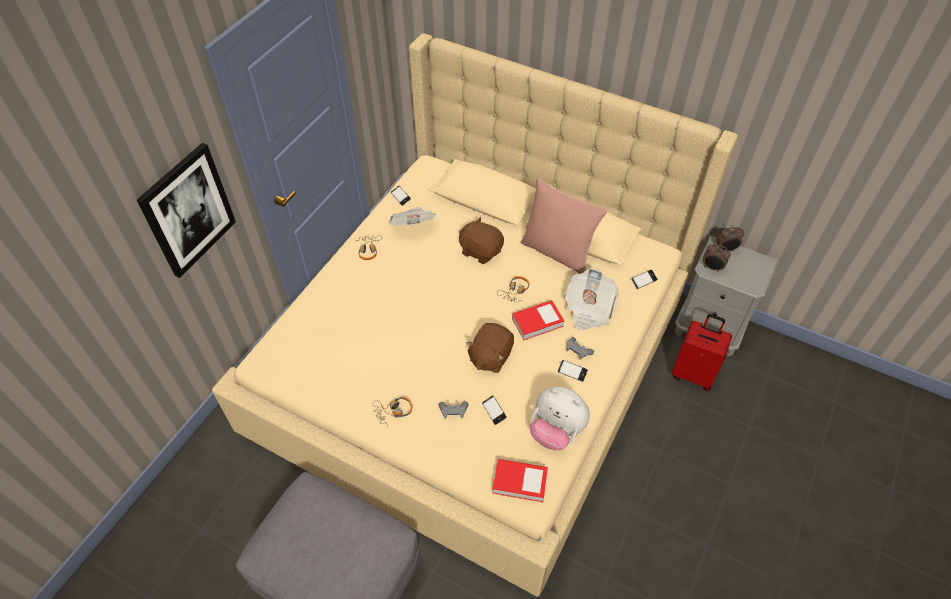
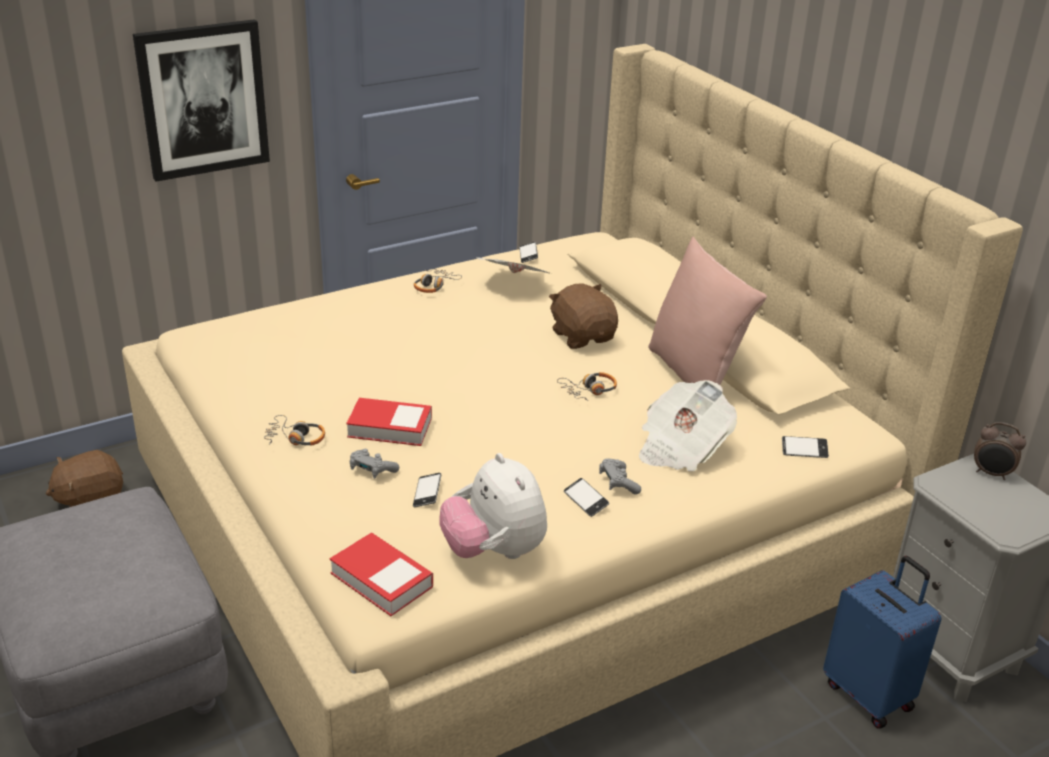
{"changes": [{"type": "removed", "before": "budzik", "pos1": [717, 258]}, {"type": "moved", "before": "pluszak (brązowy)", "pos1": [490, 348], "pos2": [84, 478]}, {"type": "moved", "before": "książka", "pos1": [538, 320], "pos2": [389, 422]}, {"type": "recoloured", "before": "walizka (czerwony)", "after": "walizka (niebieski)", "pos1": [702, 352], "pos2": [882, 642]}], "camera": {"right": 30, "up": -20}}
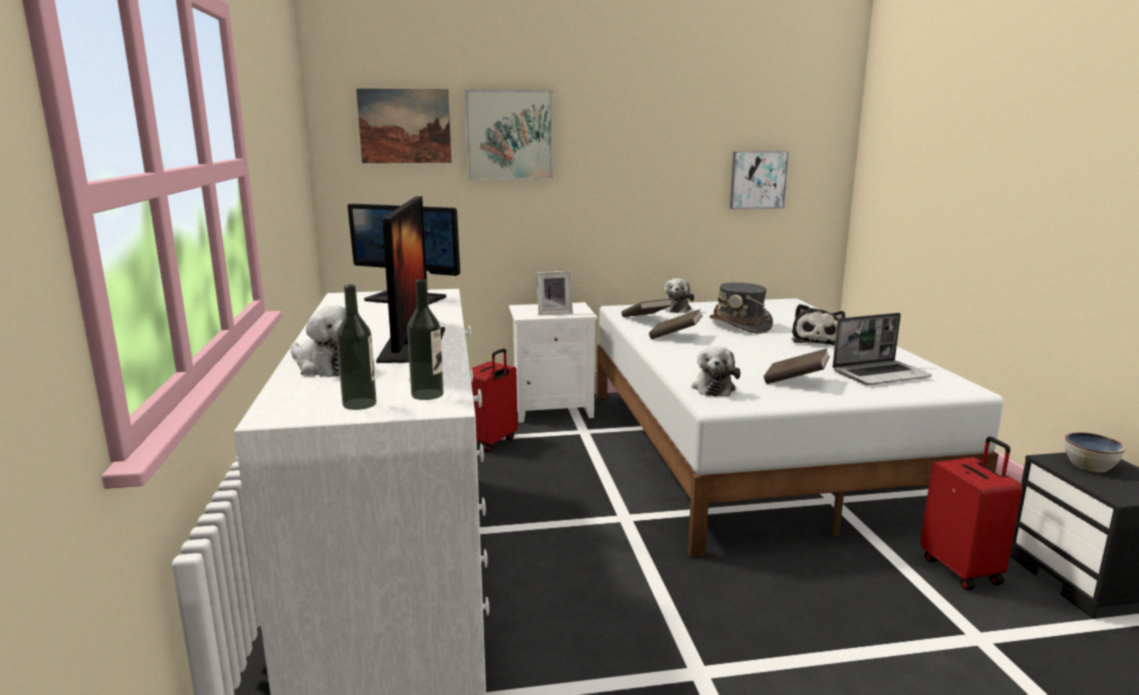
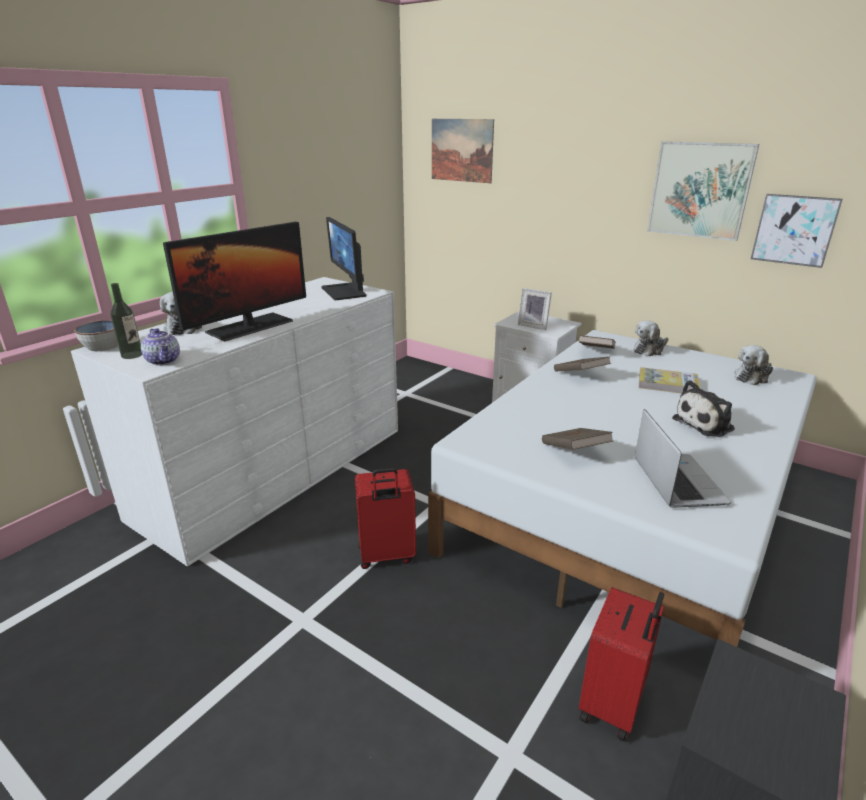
{"changes": [{"type": "moved", "before": "obraz", "pos1": [508, 134], "pos2": [703, 191]}, {"type": "moved", "before": "walizka (czerwony)", "pos1": [494, 400], "pos2": [385, 518]}, {"type": "moved", "before": "pluszak", "pos1": [715, 371], "pos2": [753, 365]}, {"type": "moved", "before": "miska", "pos1": [1095, 452], "pos2": [96, 335]}, {"type": "replaced", "before": "butelka", "after": "imbryk", "pos1": [425, 339], "pos2": [160, 347]}, {"type": "replaced", "before": "kapelusz (szary)", "after": "książka", "pos1": [741, 308], "pos2": [669, 380]}, {"type": "turned", "before": "laptop", "pos1": [882, 349], "pos2": [683, 458], "turn": -120}], "camera": {"right": 45, "up": 10}}
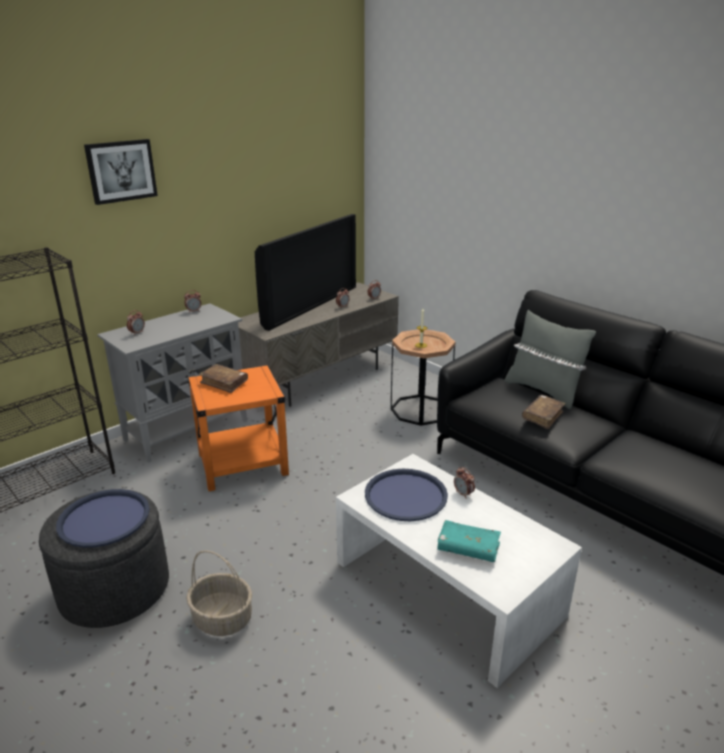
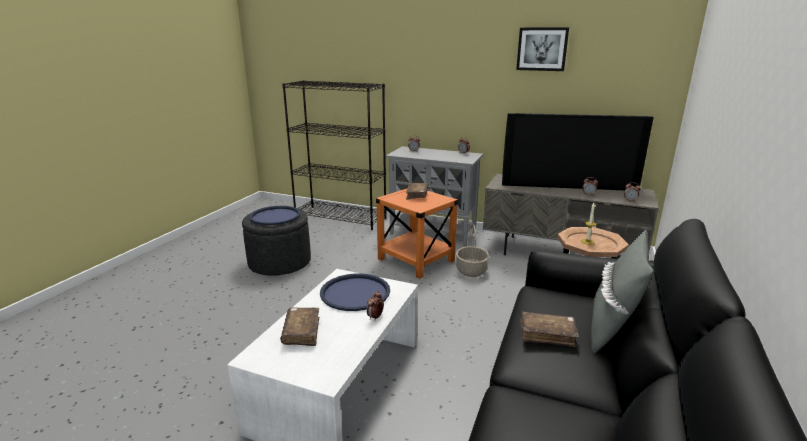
{"changes": [{"type": "moved", "before": "obraz", "pos1": [121, 172], "pos2": [542, 49]}, {"type": "moved", "before": "koszyk", "pos1": [219, 593], "pos2": [472, 251]}, {"type": "recoloured", "before": "książka (turkusowy)", "after": "książka (brązowy)", "pos1": [469, 541], "pos2": [299, 326]}], "camera": {"right": 65, "up": -5}}
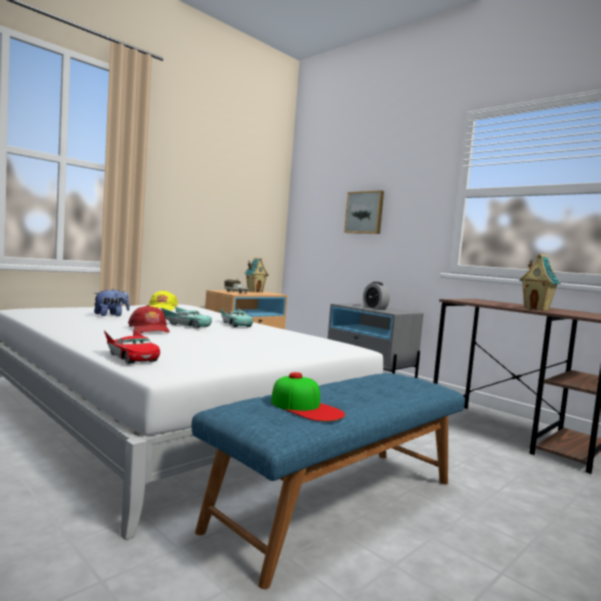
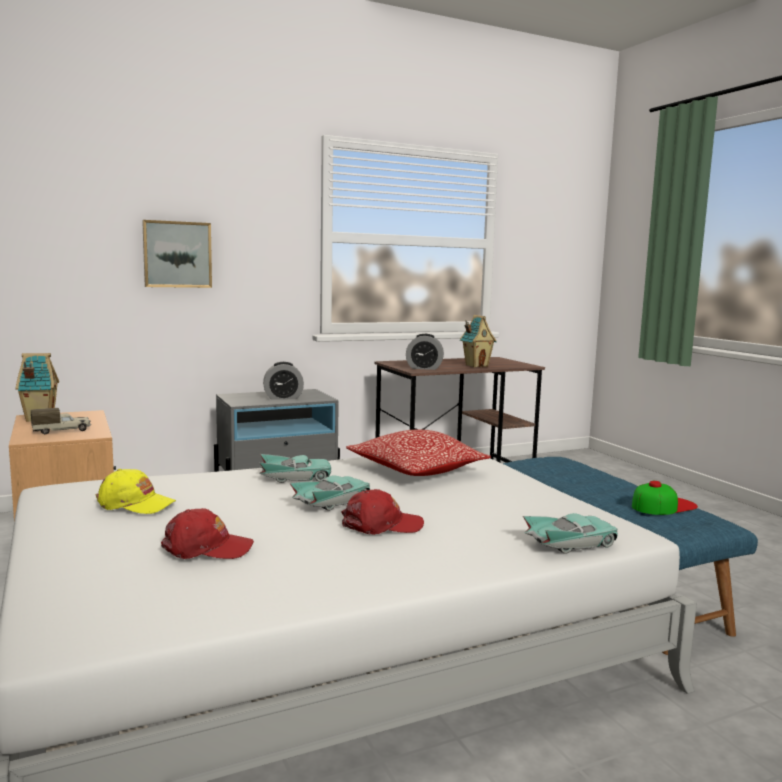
{"changes": [{"type": "added", "after": "poduszka", "pos2": [418, 452]}, {"type": "added", "after": "budzik", "pos2": [425, 352]}, {"type": "replaced", "before": "pluszak", "after": "czapka z daszkiem (czerwony)", "pos1": [112, 302], "pos2": [207, 533]}, {"type": "recoloured", "before": "samochodzik (czerwony)", "after": "samochodzik (turkusowy)", "pos1": [132, 346], "pos2": [570, 533]}], "camera": {"right": -70, "up": 5}}
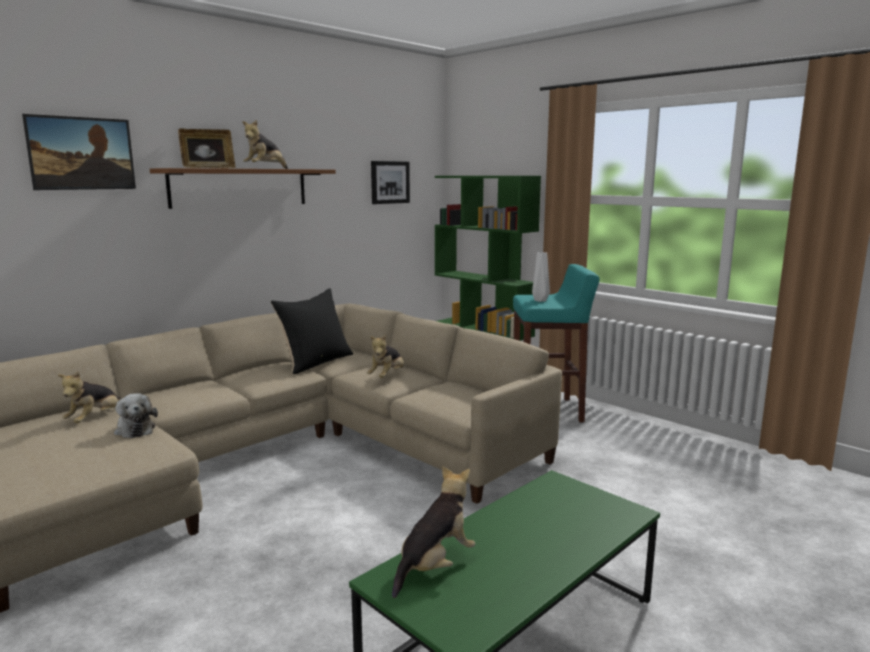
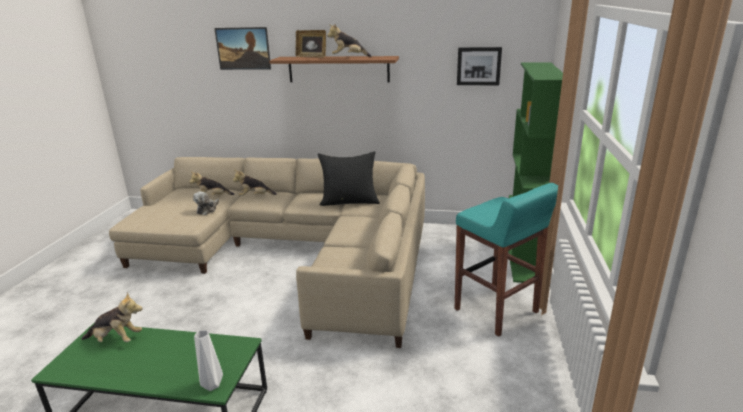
{"changes": [{"type": "moved", "before": "pluszak", "pos1": [385, 356], "pos2": [255, 183]}, {"type": "moved", "before": "wazon (biały)", "pos1": [541, 277], "pos2": [208, 360]}], "camera": {"right": 55, "up": 10}}
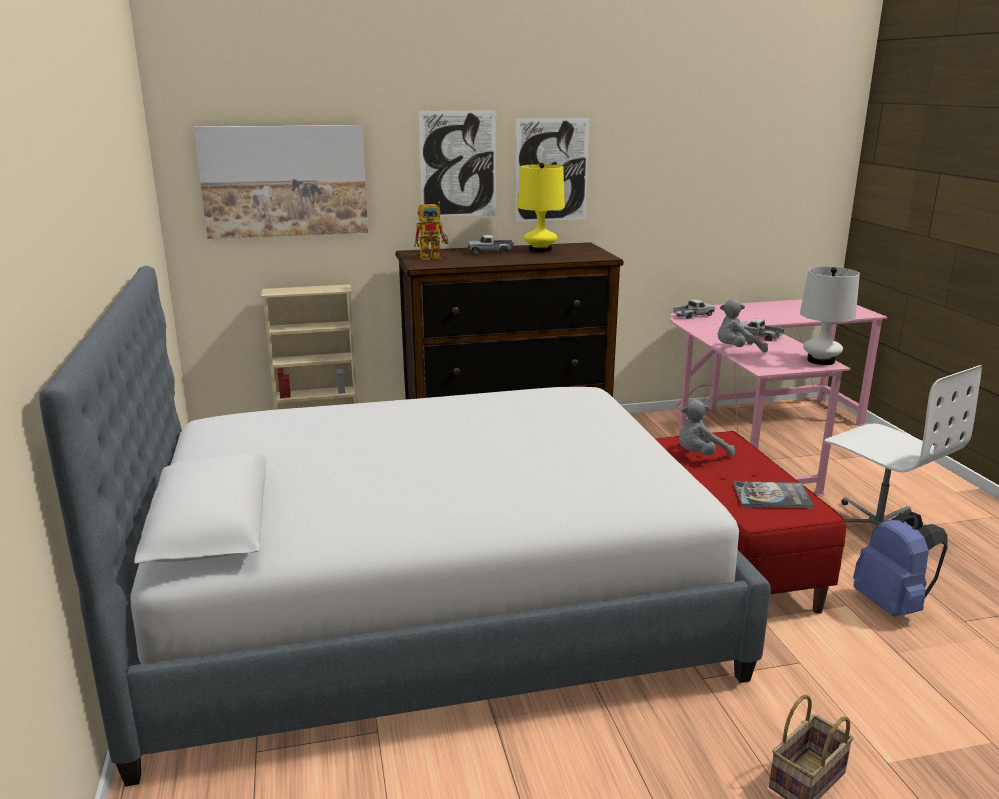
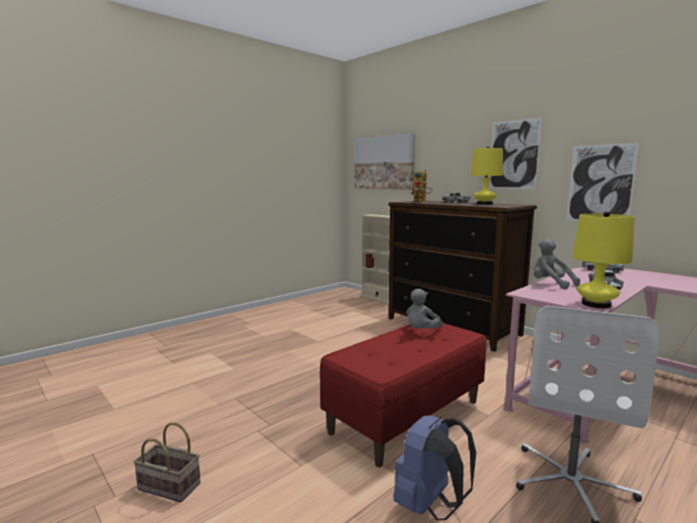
{"changes": [{"type": "removed", "before": "łóżko", "pos1": [405, 526]}, {"type": "removed", "before": "książka", "pos1": [774, 495]}, {"type": "moved", "before": "obraz", "pos1": [457, 163], "pos2": [603, 182]}, {"type": "recoloured", "before": "lampa stołowa (biały)", "after": "lampa stołowa (żółty)", "pos1": [830, 316], "pos2": [603, 259]}, {"type": "turned", "before": "pluszak (szary)", "pos1": [707, 427], "pos2": [424, 309], "turn": -90}], "camera": {"right": 60, "up": -10}}
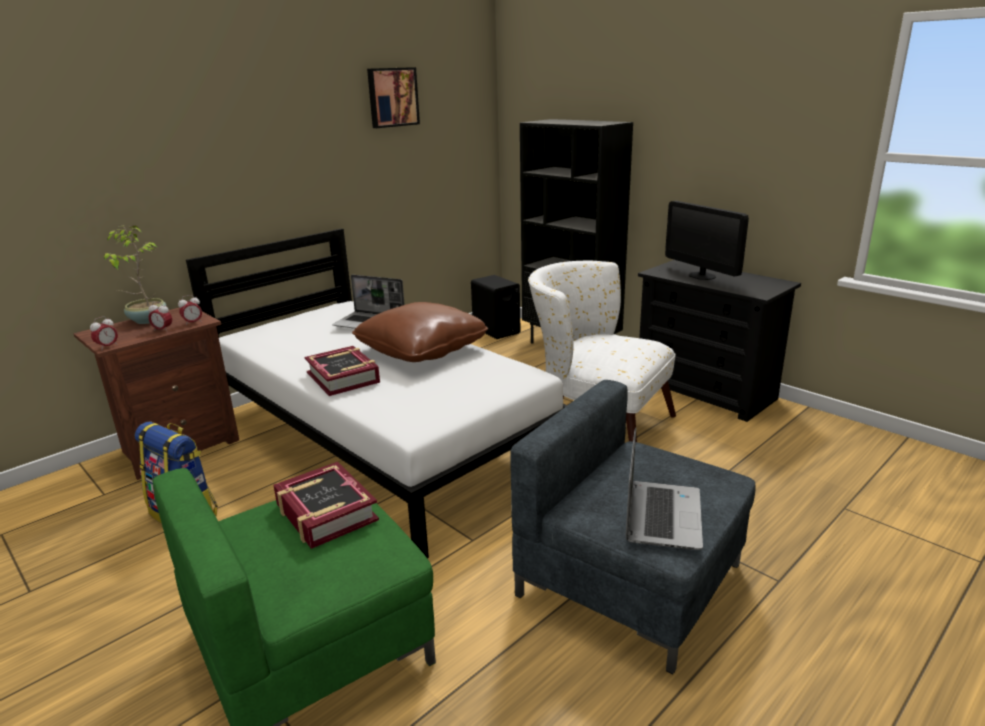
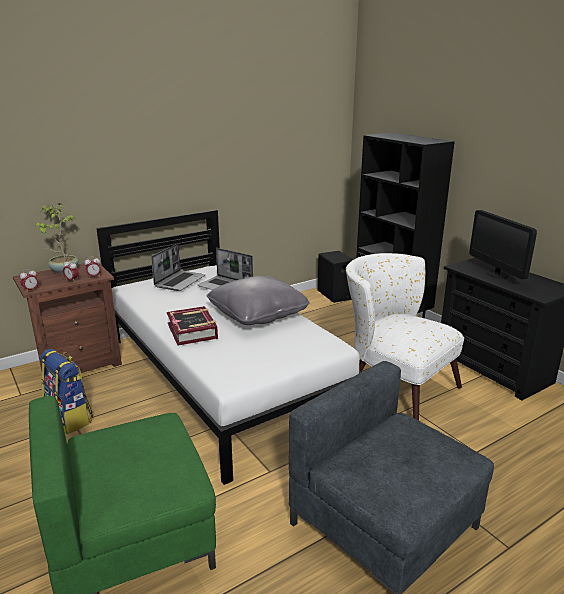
{"changes": [{"type": "removed", "before": "książka", "pos1": [326, 505]}, {"type": "removed", "before": "obraz", "pos1": [393, 97]}, {"type": "moved", "before": "laptop", "pos1": [664, 489], "pos2": [178, 267]}, {"type": "recoloured", "before": "poduszka (brązowy)", "after": "poduszka (szary)", "pos1": [420, 332], "pos2": [258, 300]}], "camera": {"right": 10, "up": 0}}
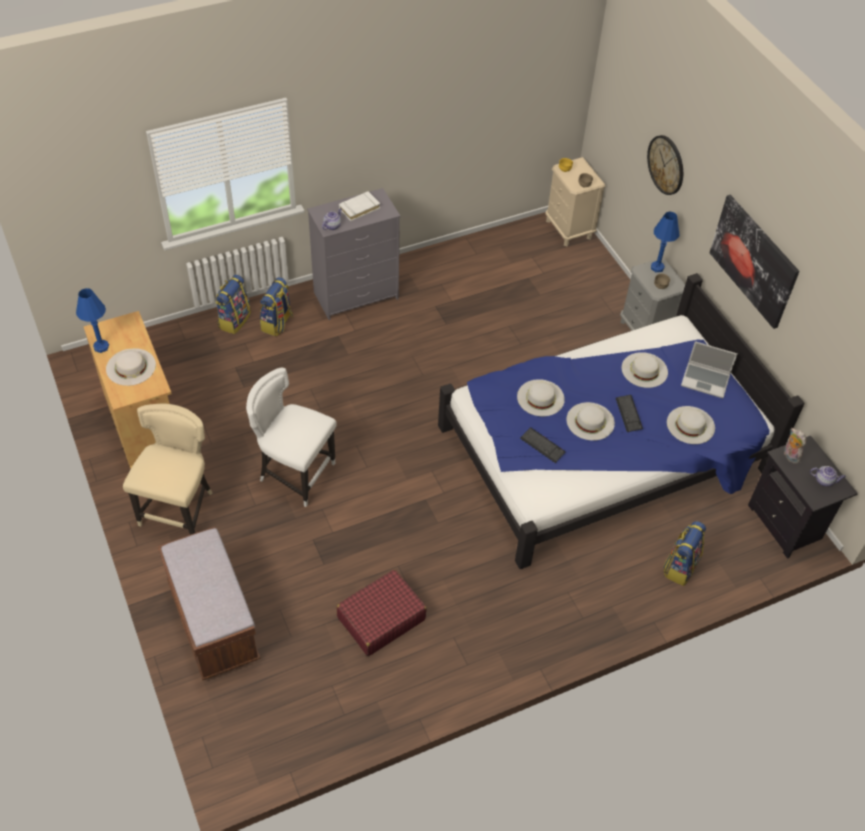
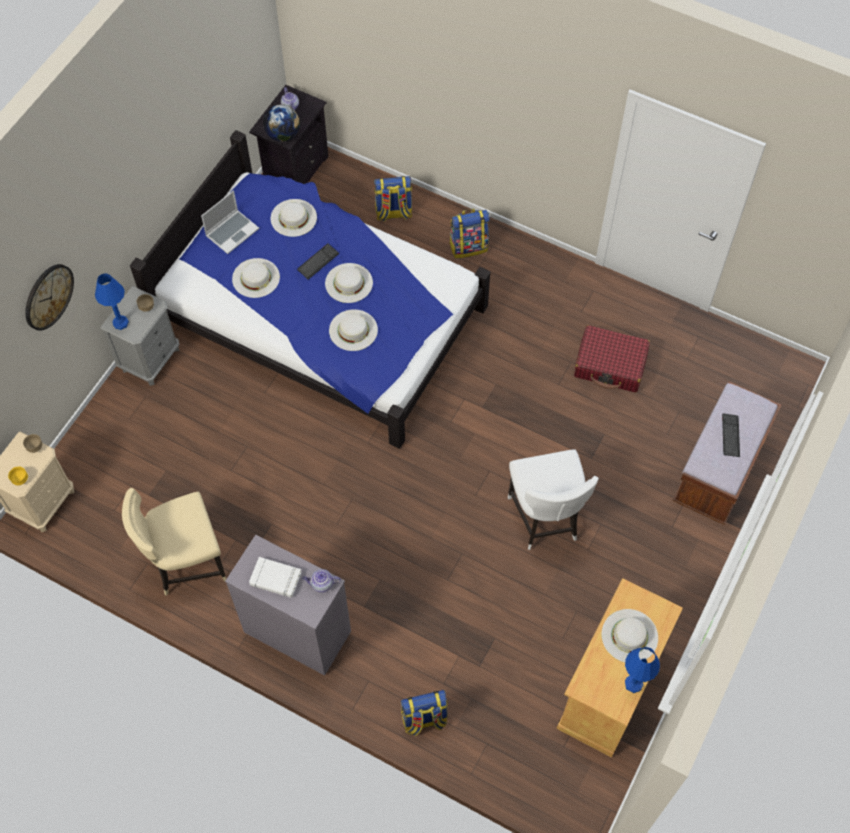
{"changes": [{"type": "removed", "before": "obraz", "pos1": [754, 262]}, {"type": "moved", "before": "krzesło (beżowy)", "pos1": [167, 469], "pos2": [174, 542]}, {"type": "moved", "before": "plecak", "pos1": [276, 307], "pos2": [469, 233]}, {"type": "moved", "before": "klawiatura", "pos1": [542, 445], "pos2": [731, 435]}, {"type": "replaced", "before": "pluszak", "after": "globus", "pos1": [795, 446], "pos2": [281, 123]}, {"type": "turned", "before": "laptop", "pos1": [709, 369], "pos2": [230, 222], "turn": 60}], "camera": {"right": -125, "up": 10}}
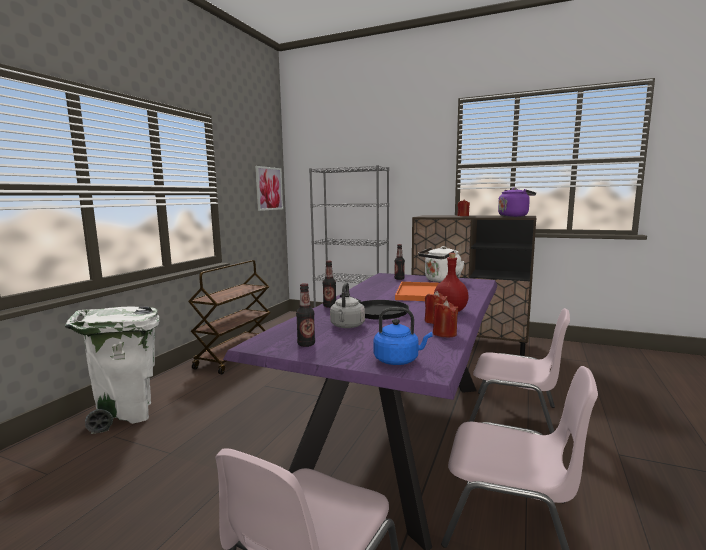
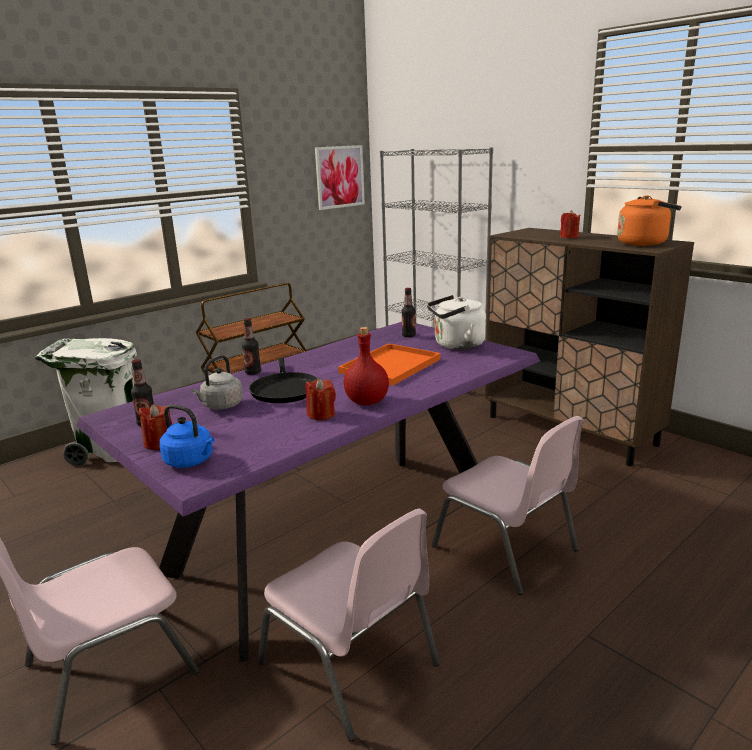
{"changes": [{"type": "moved", "before": "świeca (czerwony)", "pos1": [445, 319], "pos2": [155, 427]}, {"type": "recoloured", "before": "czajnik (fioletowy)", "after": "czajnik (pomarańczowy)", "pos1": [517, 202], "pos2": [649, 220]}], "camera": {"right": 25, "up": 10}}
